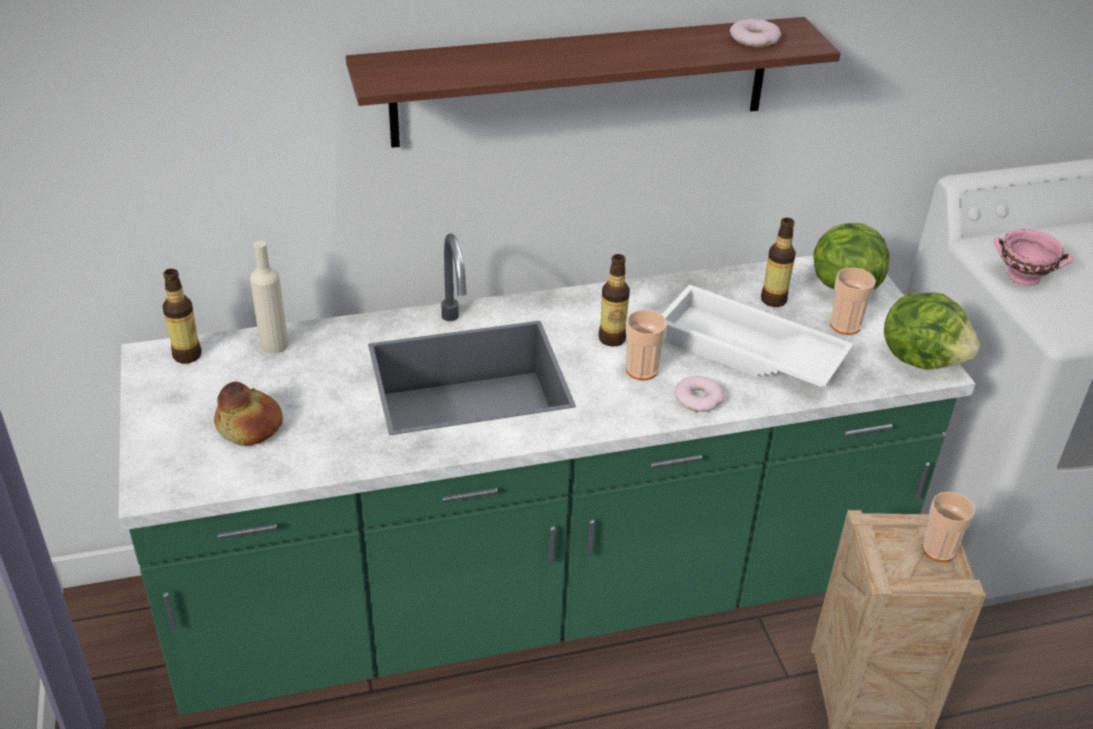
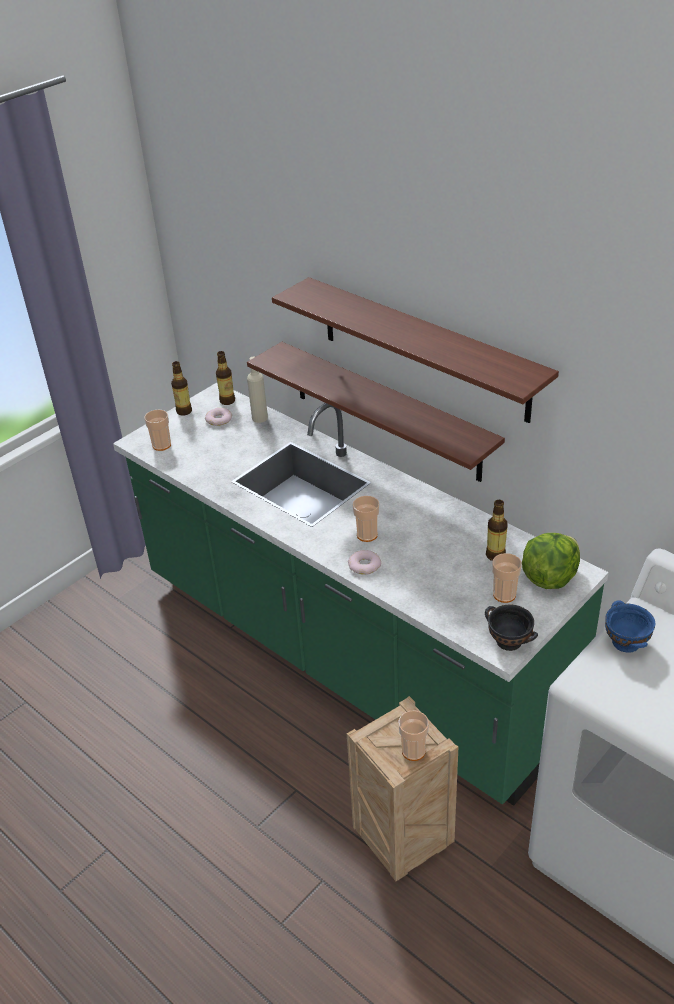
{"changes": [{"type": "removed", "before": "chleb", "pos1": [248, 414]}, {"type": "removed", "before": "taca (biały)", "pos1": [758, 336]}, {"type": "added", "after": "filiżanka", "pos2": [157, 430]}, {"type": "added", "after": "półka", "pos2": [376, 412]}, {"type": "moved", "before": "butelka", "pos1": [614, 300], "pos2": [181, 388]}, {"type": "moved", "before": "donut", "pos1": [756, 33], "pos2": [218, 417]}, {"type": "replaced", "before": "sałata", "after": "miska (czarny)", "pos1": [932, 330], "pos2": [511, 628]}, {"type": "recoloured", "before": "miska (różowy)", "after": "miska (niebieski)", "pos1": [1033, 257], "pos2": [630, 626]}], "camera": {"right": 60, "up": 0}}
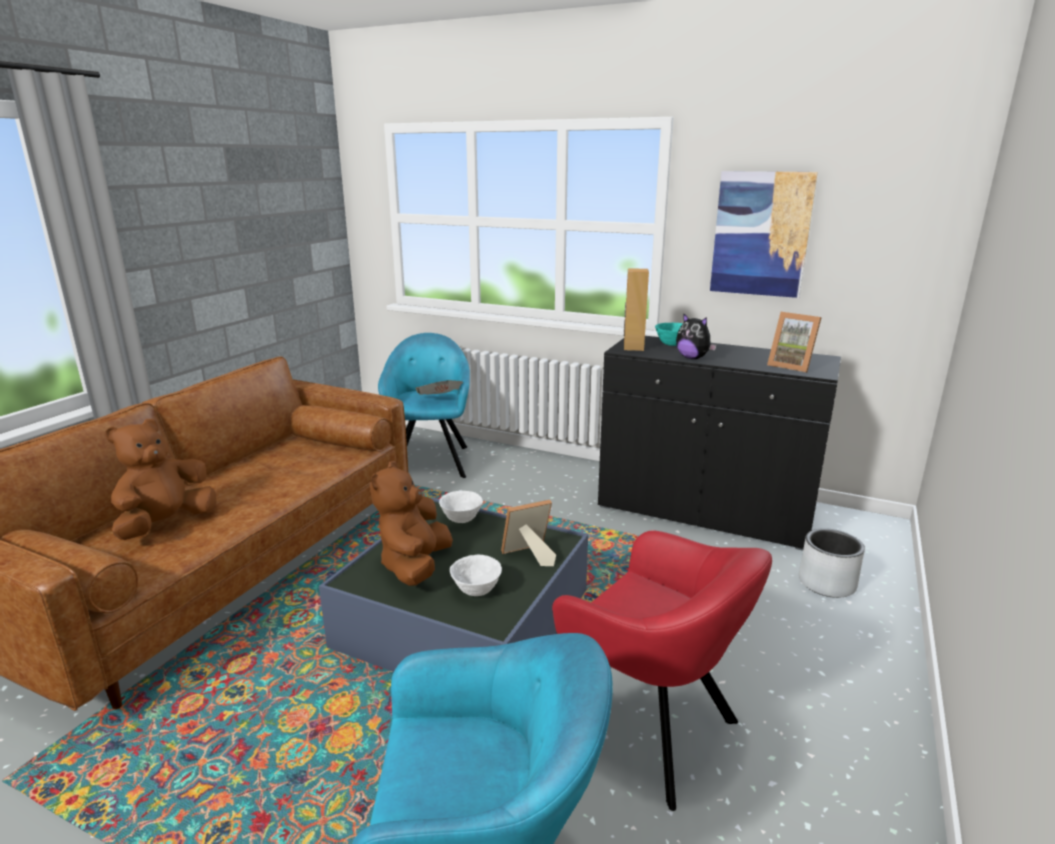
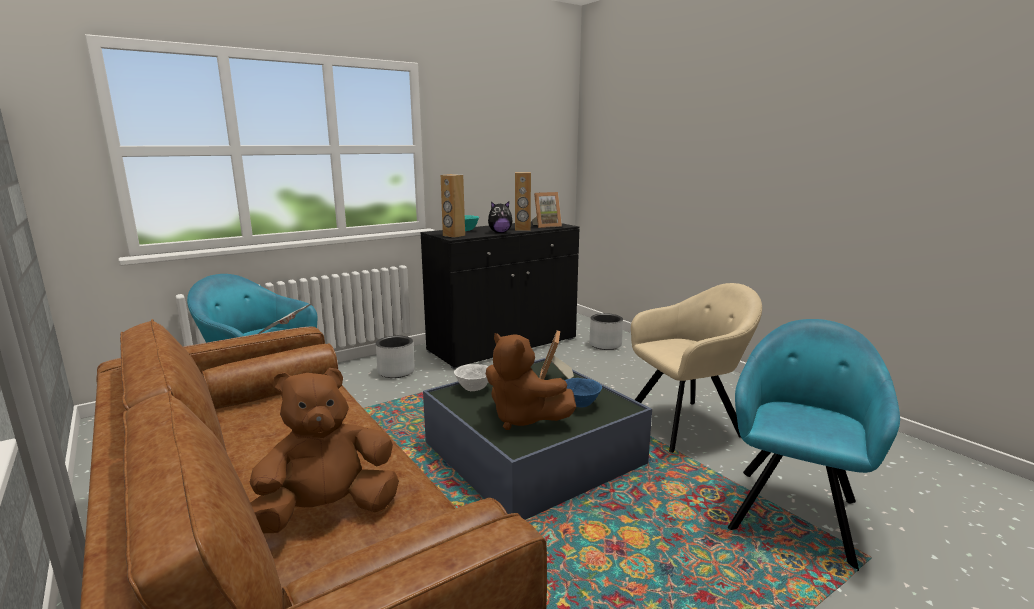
{"changes": [{"type": "removed", "before": "obraz", "pos1": [764, 234]}, {"type": "added", "after": "donica (szary)", "pos2": [395, 357]}, {"type": "added", "after": "głośnik (brązowy)", "pos2": [523, 201]}, {"type": "recoloured", "before": "miska (biały)", "after": "miska (niebieski)", "pos1": [476, 575], "pos2": [583, 393]}, {"type": "recoloured", "before": "fotel (czerwony)", "after": "fotel (beżowy)", "pos1": [662, 671], "pos2": [696, 368]}, {"type": "turned", "before": "pluszak (brązowy)", "pos1": [161, 479], "pos2": [324, 450], "turn": 90}], "camera": {"right": -60, "up": -5}}
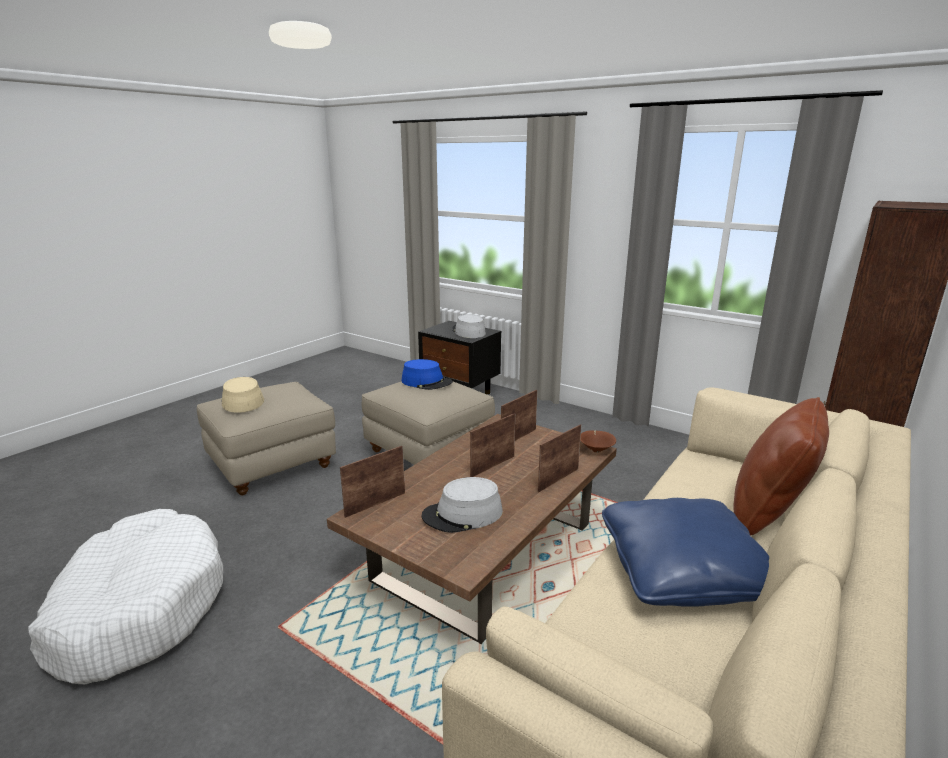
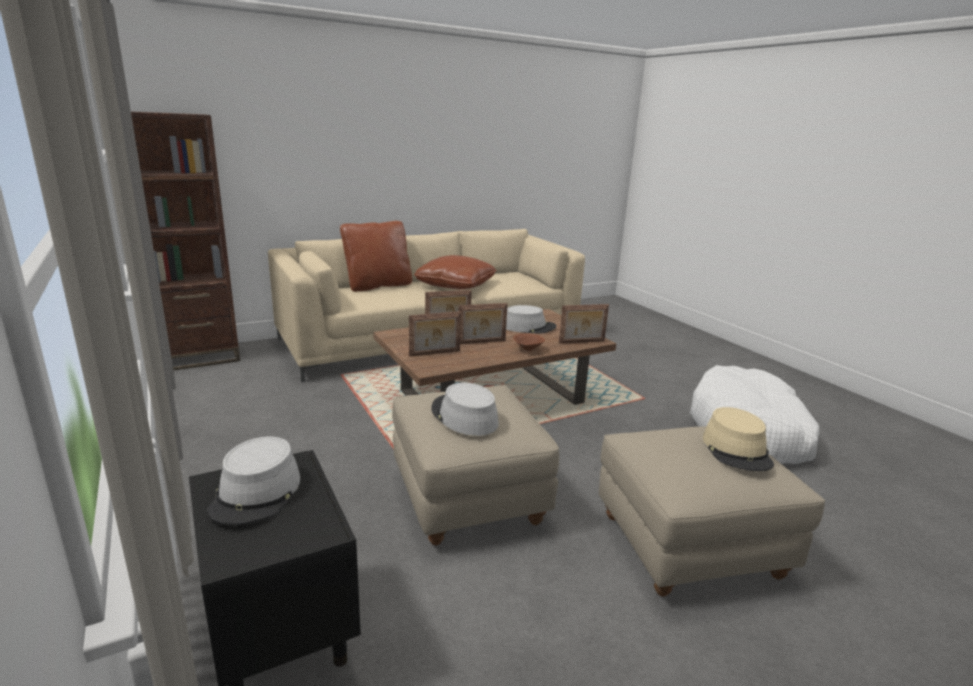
{"changes": [{"type": "moved", "before": "miska (brązowy)", "pos1": [598, 441], "pos2": [529, 342]}, {"type": "recoloured", "before": "kapelusz (niebieski)", "after": "kapelusz (szary)", "pos1": [427, 374], "pos2": [465, 409]}, {"type": "recoloured", "before": "poduszka (niebieski)", "after": "poduszka (brązowy)", "pos1": [685, 552], "pos2": [455, 272]}], "camera": {"right": -155, "up": 0}}
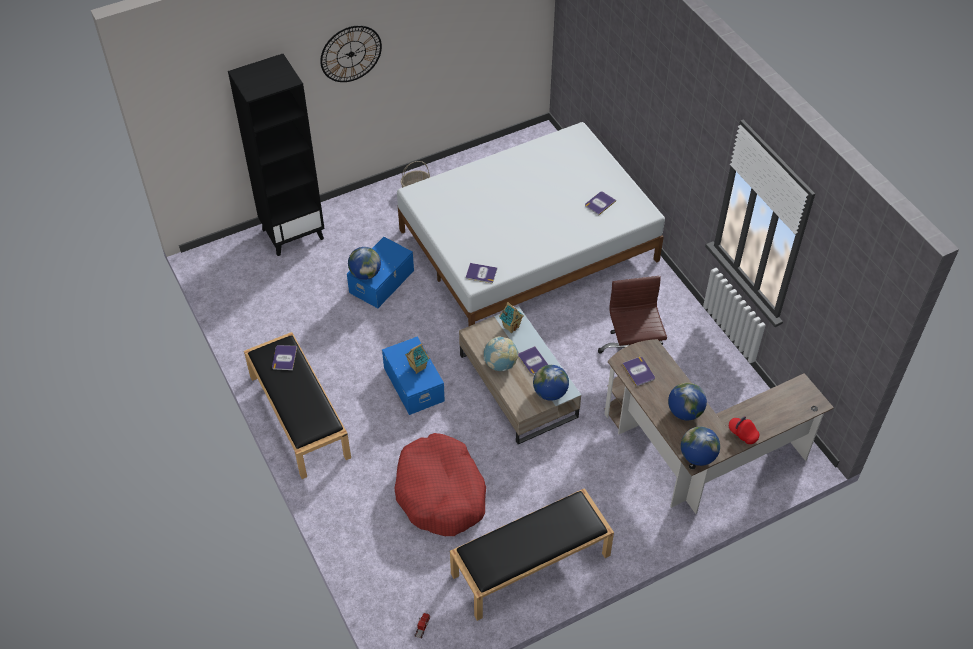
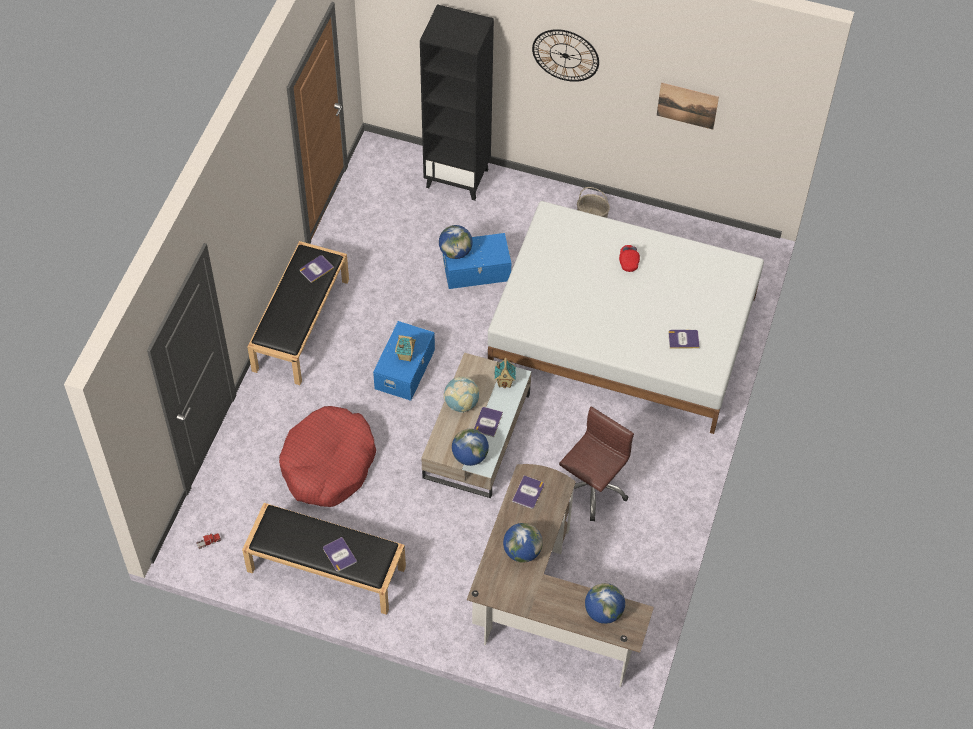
{"changes": [{"type": "added", "after": "obraz", "pos2": [688, 106]}, {"type": "moved", "before": "książka", "pos1": [481, 273], "pos2": [340, 554]}, {"type": "moved", "before": "globus", "pos1": [700, 446], "pos2": [605, 603]}, {"type": "moved", "before": "czapka z daszkiem (czerwony)", "pos1": [744, 430], "pos2": [629, 258]}], "camera": {"right": 45, "up": 5}}
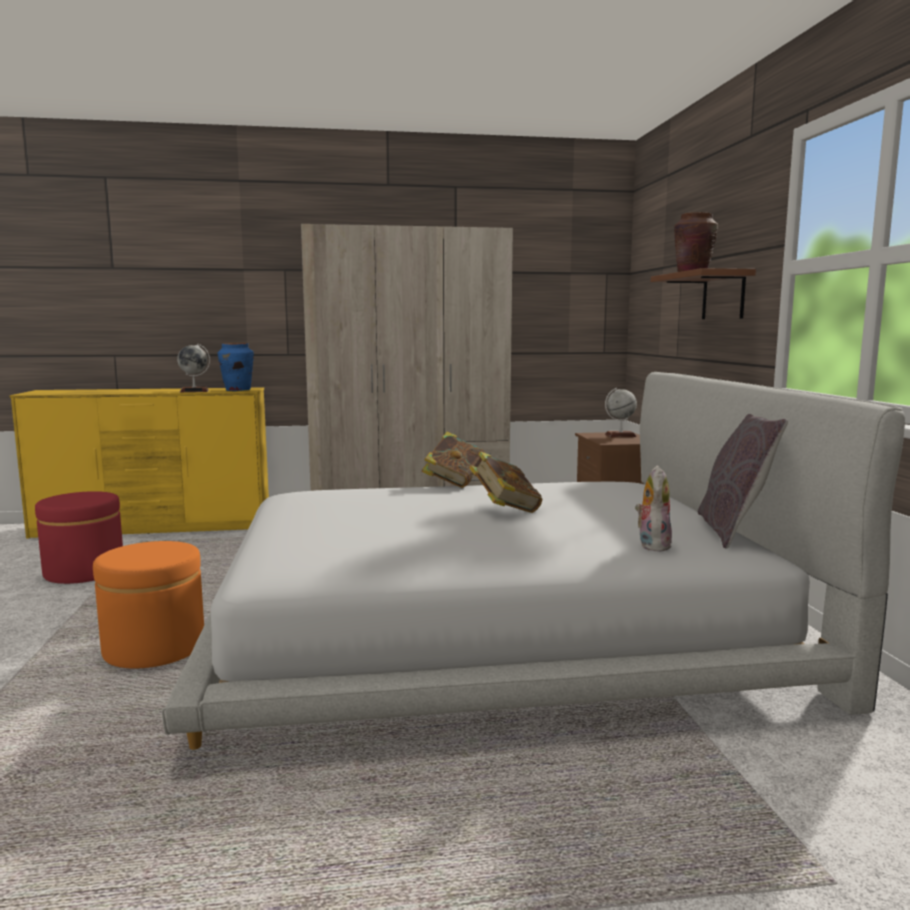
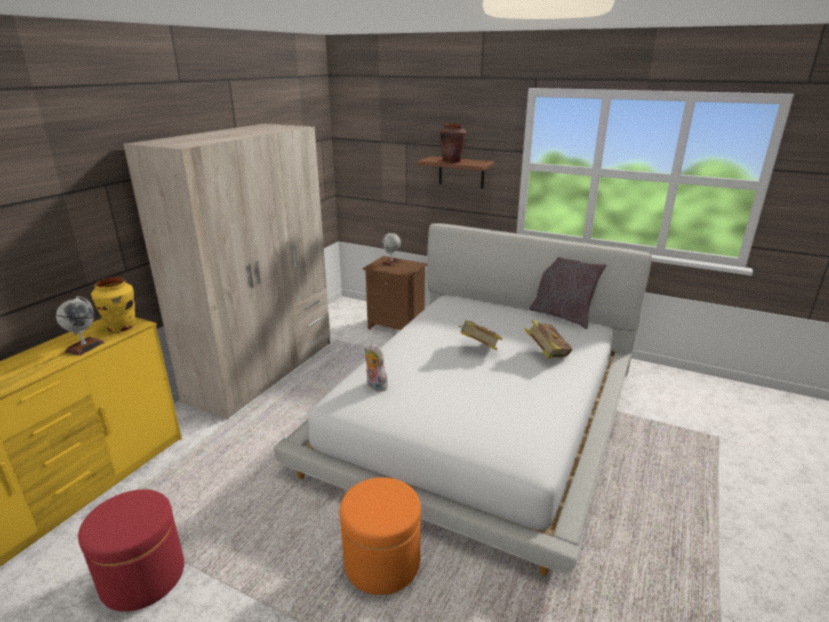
{"changes": [{"type": "moved", "before": "książka", "pos1": [453, 460], "pos2": [548, 339]}, {"type": "moved", "before": "pluszak", "pos1": [653, 508], "pos2": [376, 368]}, {"type": "recoloured", "before": "wazon (niebieski)", "after": "wazon (żółty)", "pos1": [236, 367], "pos2": [113, 304]}], "camera": {"right": -55, "up": 15}}
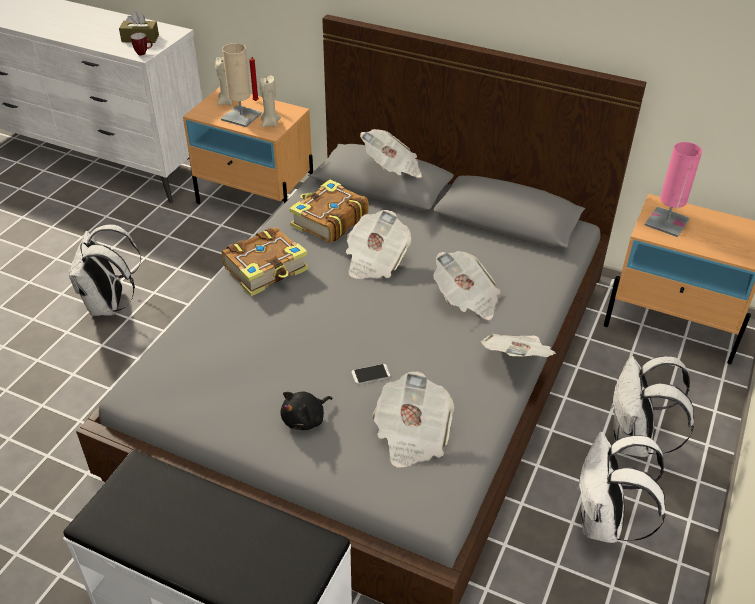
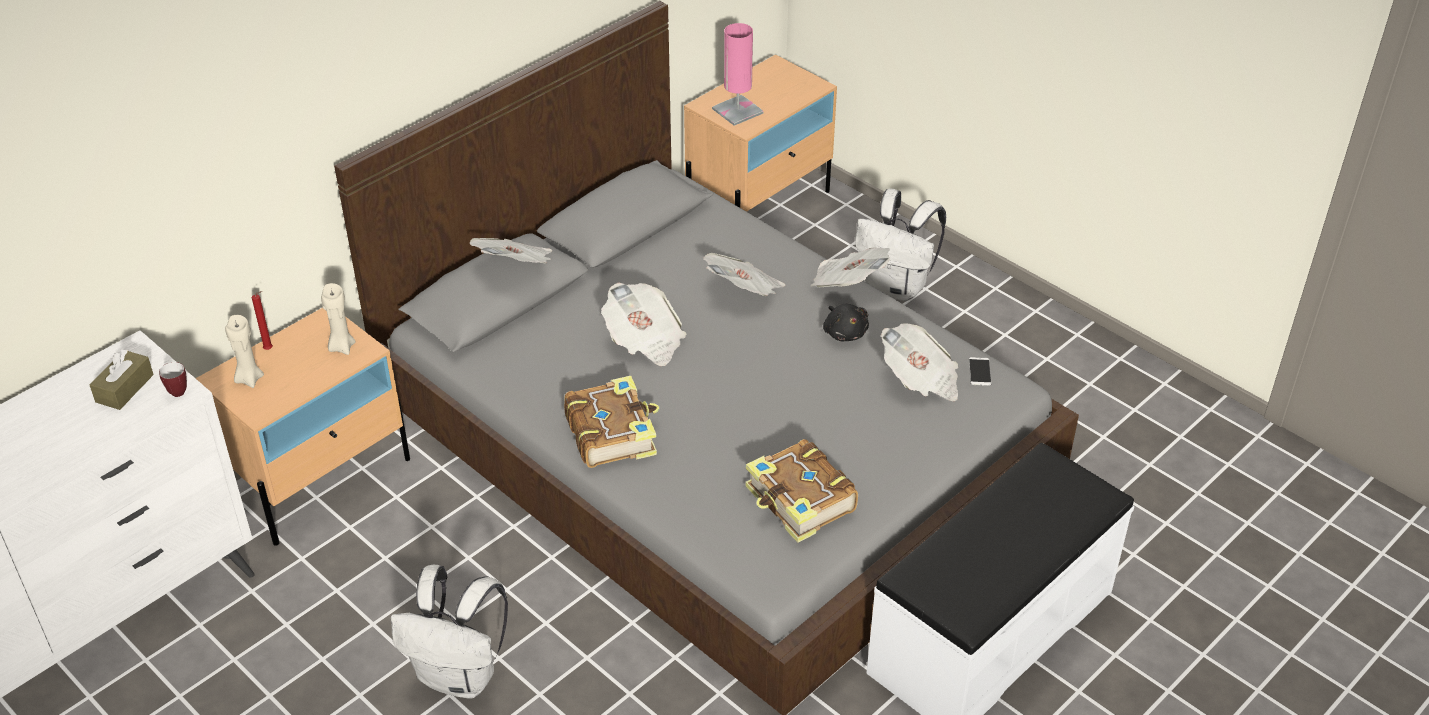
{"changes": [{"type": "removed", "before": "lampa stołowa (beżowy)", "pos1": [241, 85]}, {"type": "removed", "before": "plecak (biały)", "pos1": [621, 487]}, {"type": "moved", "before": "pluszak (czarny)", "pos1": [306, 411], "pos2": [846, 322]}, {"type": "moved", "before": "książka", "pos1": [329, 211], "pos2": [801, 491]}, {"type": "moved", "before": "telefon", "pos1": [371, 374], "pos2": [980, 371]}], "camera": {"right": -70, "up": 0}}
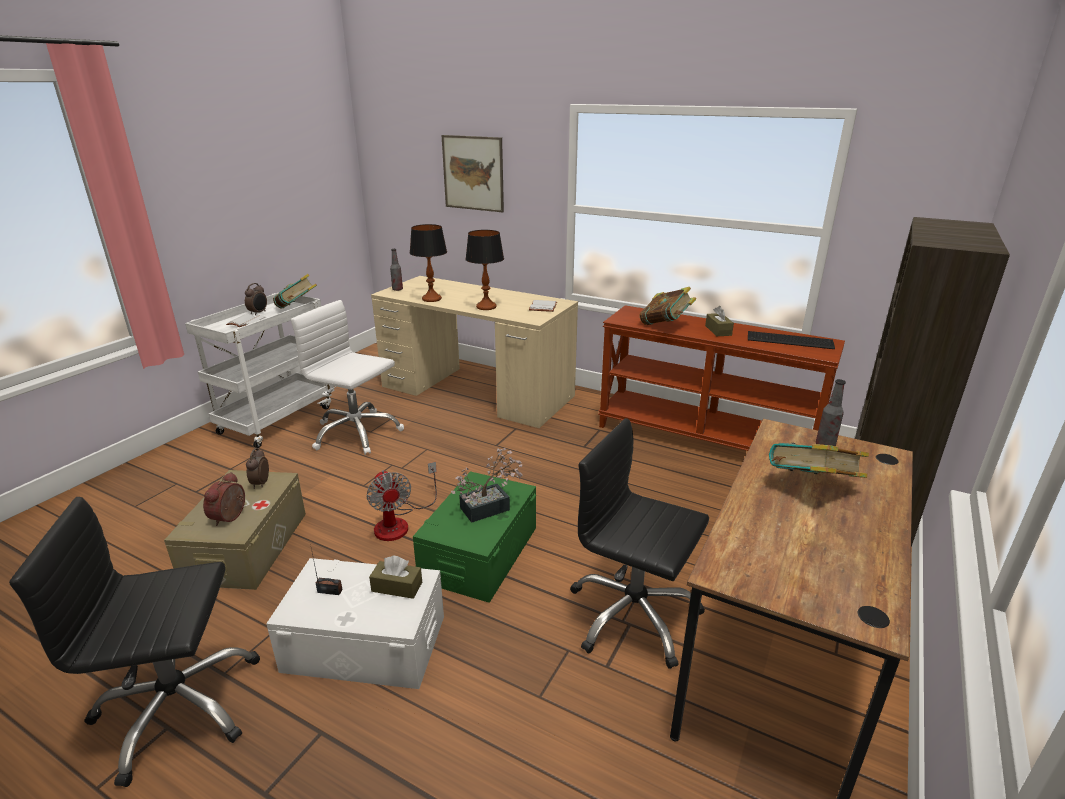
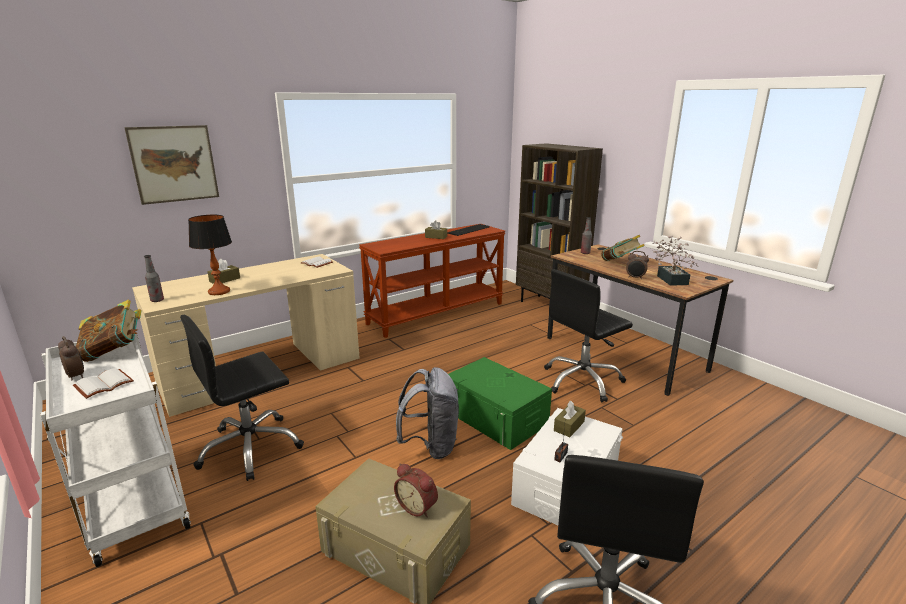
{"changes": [{"type": "removed", "before": "lampa stołowa", "pos1": [484, 270]}, {"type": "removed", "before": "książka", "pos1": [667, 306]}, {"type": "added", "after": "pudełko chusteczek (brązowy)", "pos2": [223, 271]}, {"type": "moved", "before": "budzik", "pos1": [257, 468], "pos2": [637, 265]}, {"type": "moved", "before": "roślina doniczkowa", "pos1": [487, 485], "pos2": [675, 261]}, {"type": "replaced", "before": "wentylator", "after": "plecak (szary)", "pos1": [401, 501], "pos2": [427, 413]}, {"type": "recoloured", "before": "krzesło biurowe (biały)", "after": "krzesło biurowe (czarny)", "pos1": [347, 377], "pos2": [242, 398]}], "camera": {"right": -65, "up": -5}}
